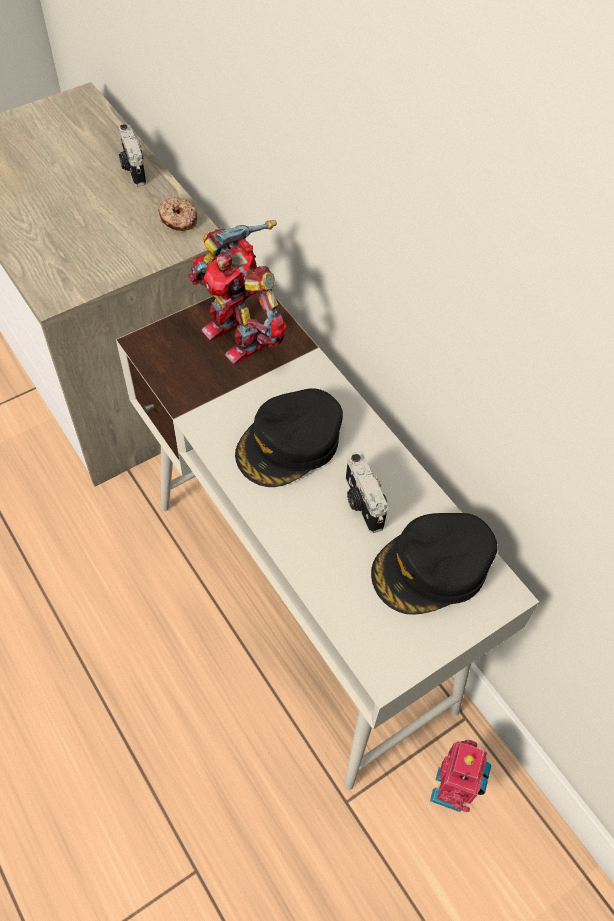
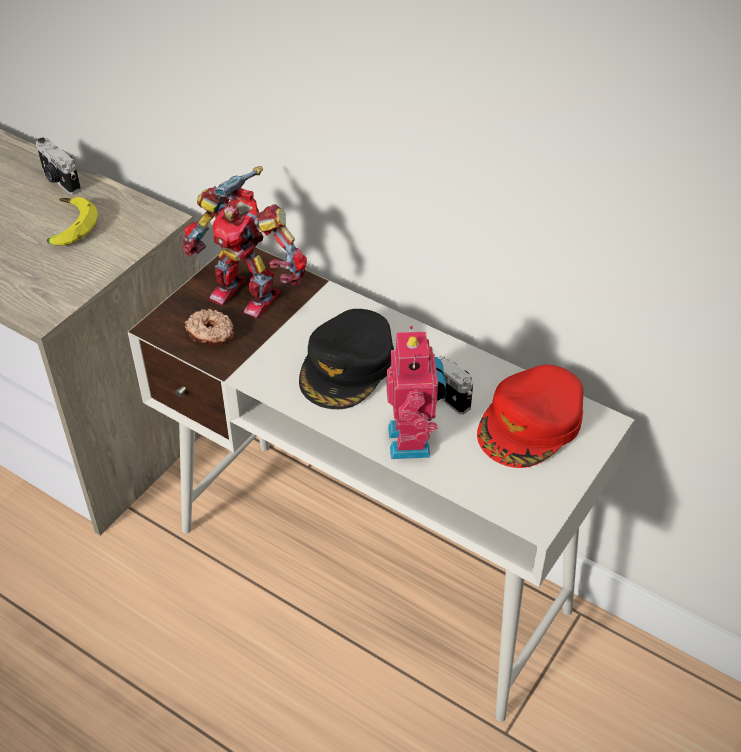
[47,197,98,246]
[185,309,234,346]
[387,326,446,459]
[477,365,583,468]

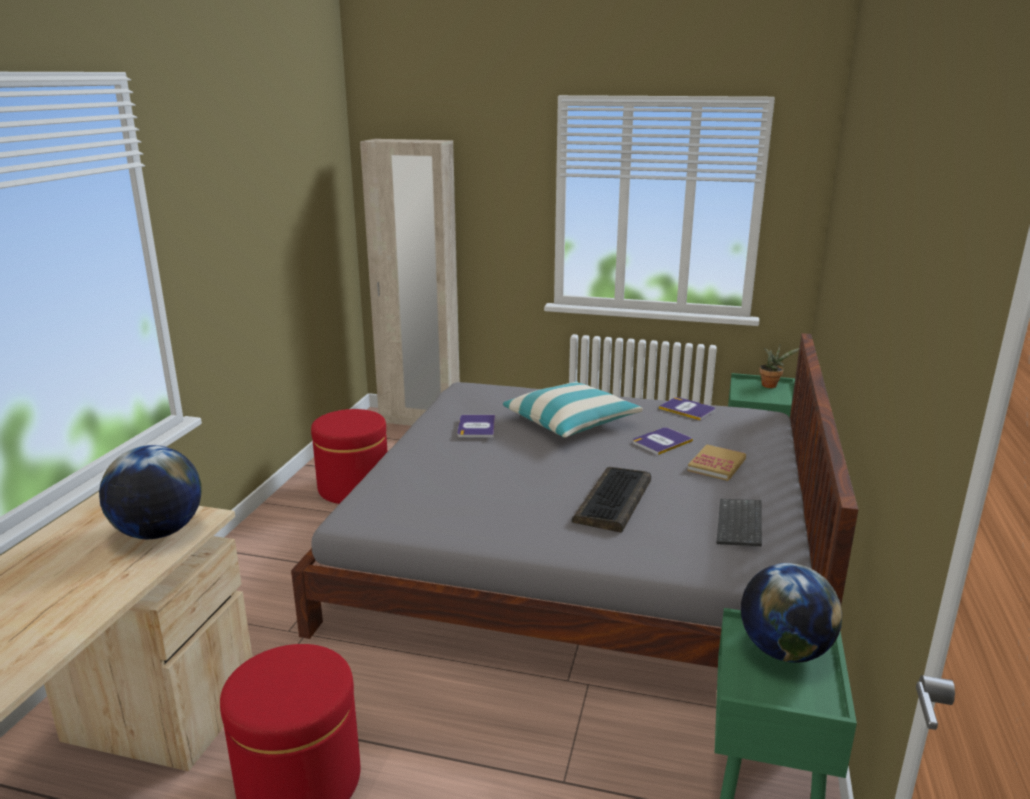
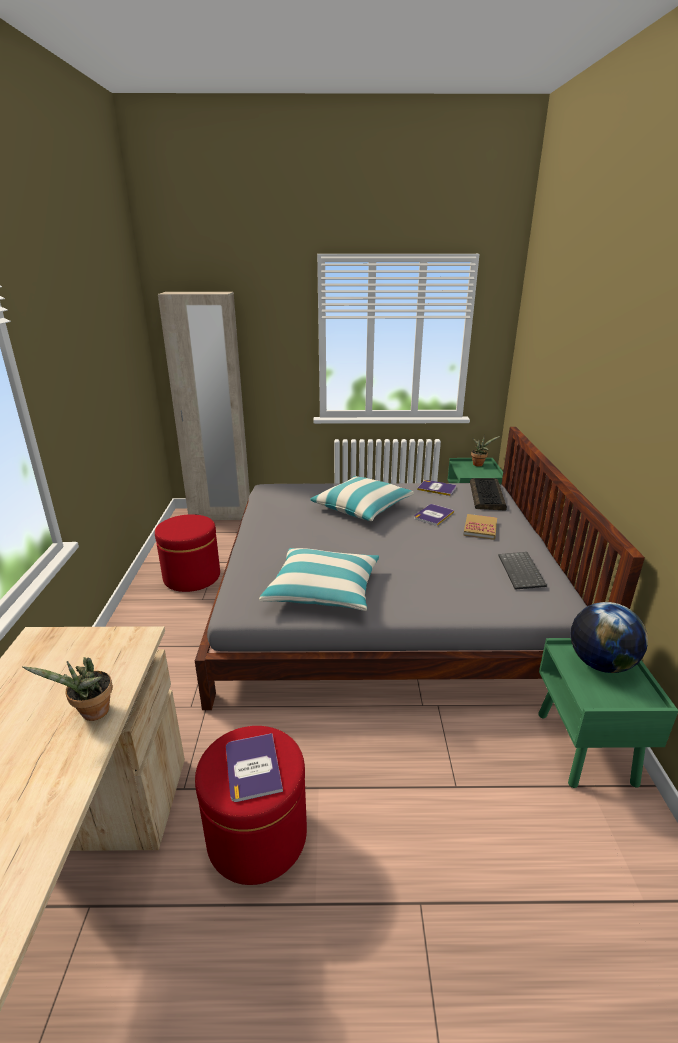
[99,445,202,539] (first image)
[22,657,113,721]
[259,548,379,611]
[226,733,283,802]
[470,478,507,511]

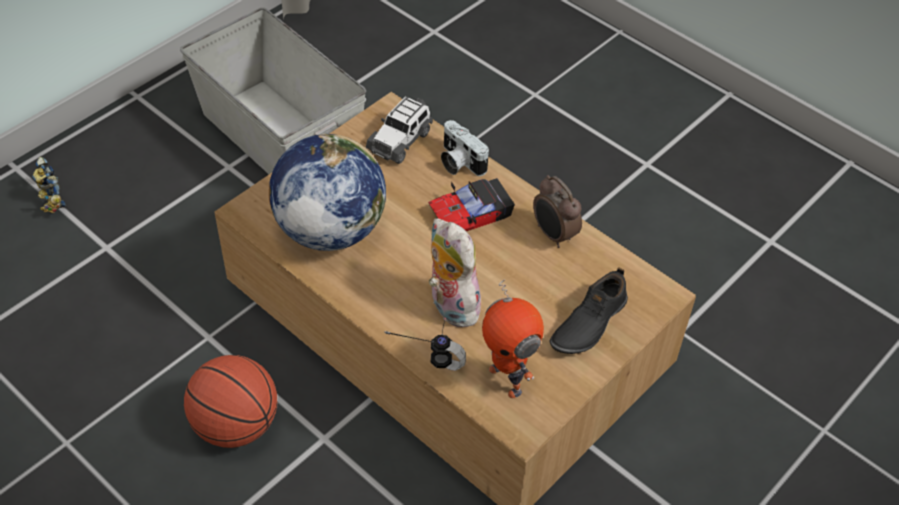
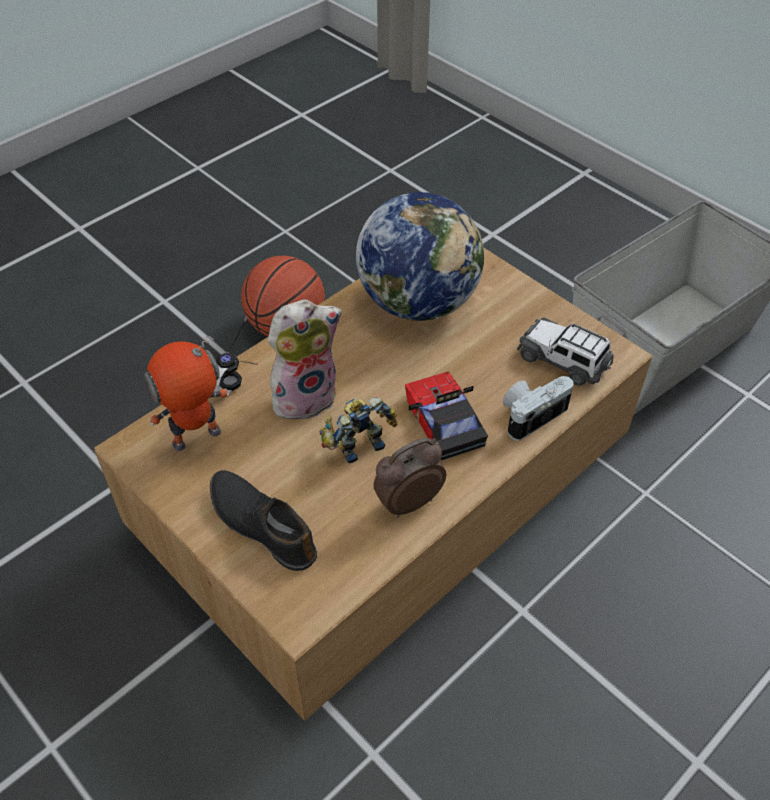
[319,397,397,463]

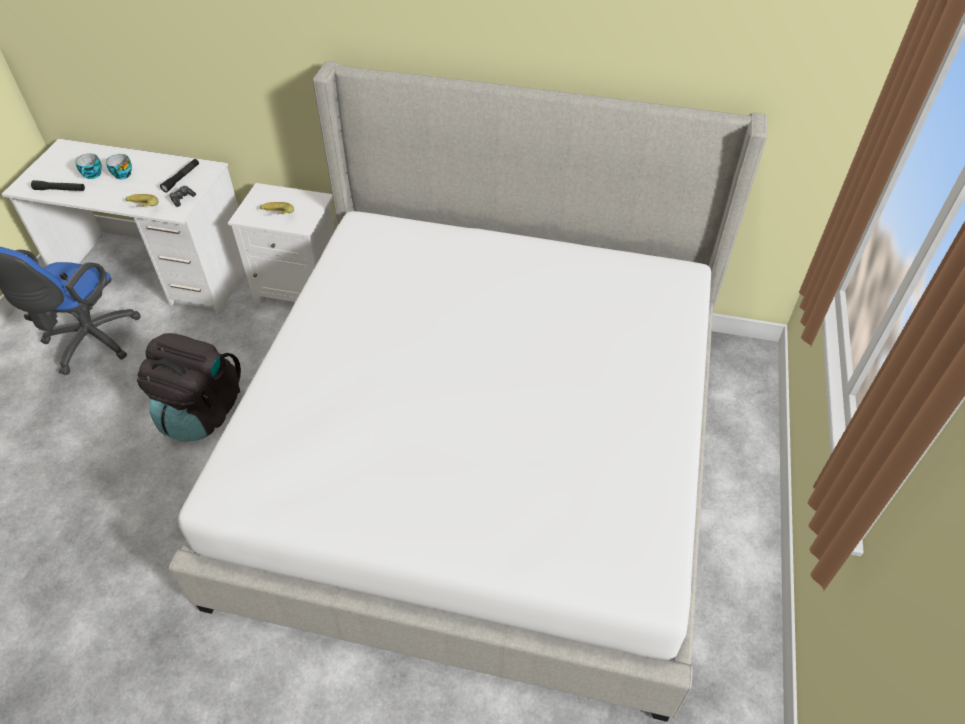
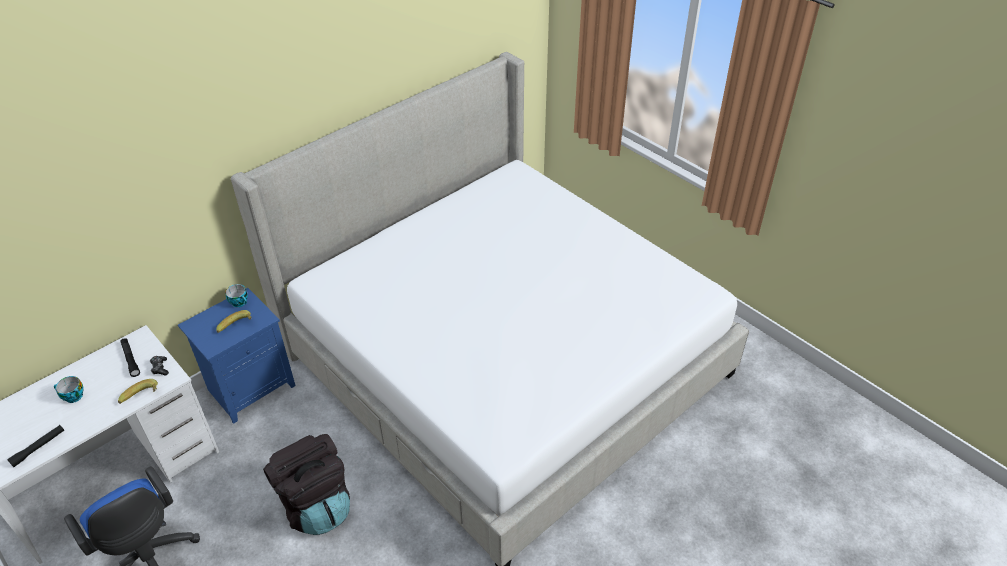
[225,284,248,307]
[178,288,296,424]

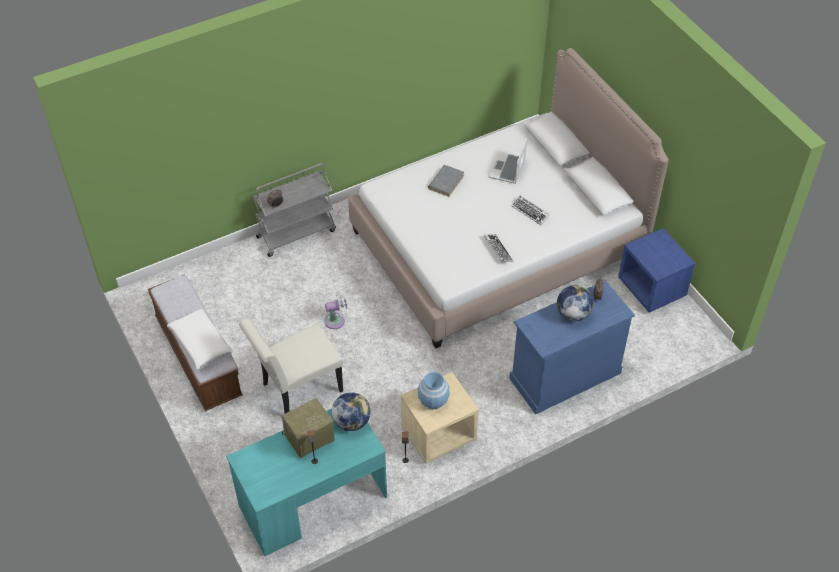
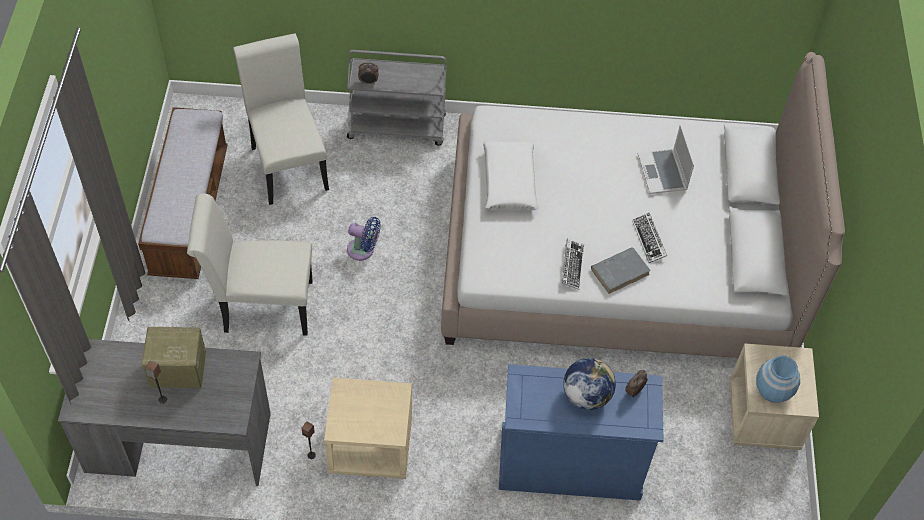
[332,392,371,431] (first image)
[233,34,329,205]
[483,141,538,210]
[756,355,800,403]
[591,247,651,294]
[58,339,271,486]
[347,217,381,261]
[730,344,819,450]
[638,124,694,194]

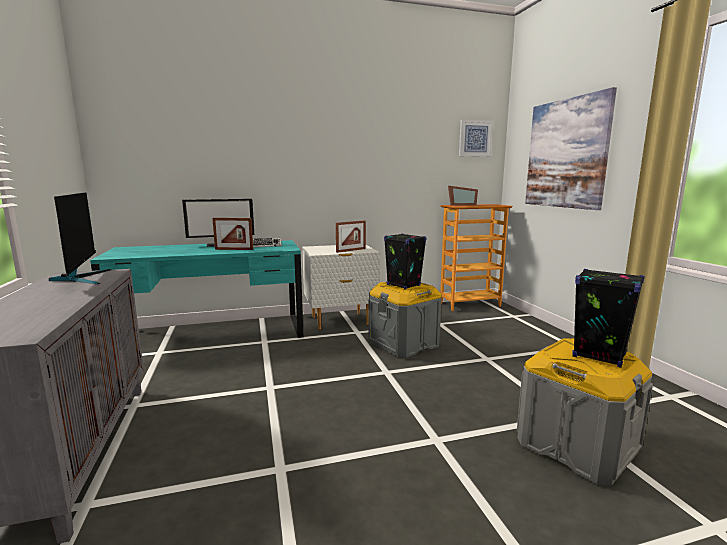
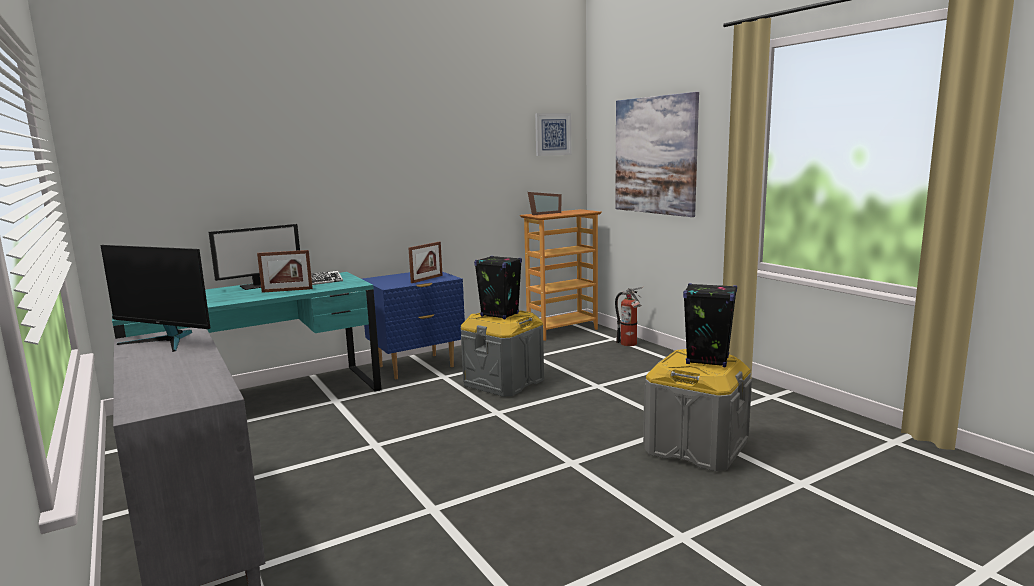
[615,287,643,346]
[363,272,465,379]
[101,245,210,352]

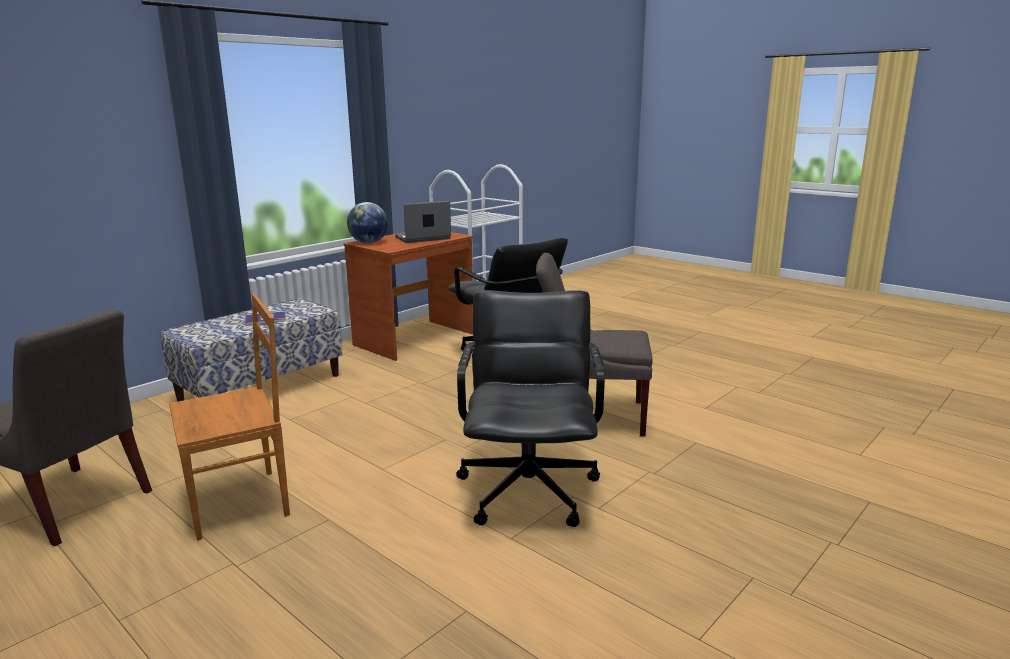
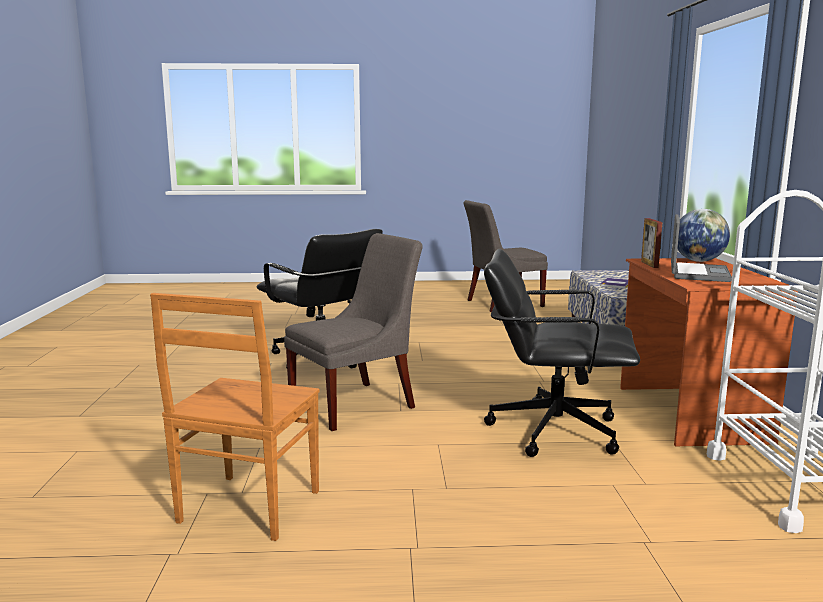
[641,218,662,268]
[150,293,320,541]

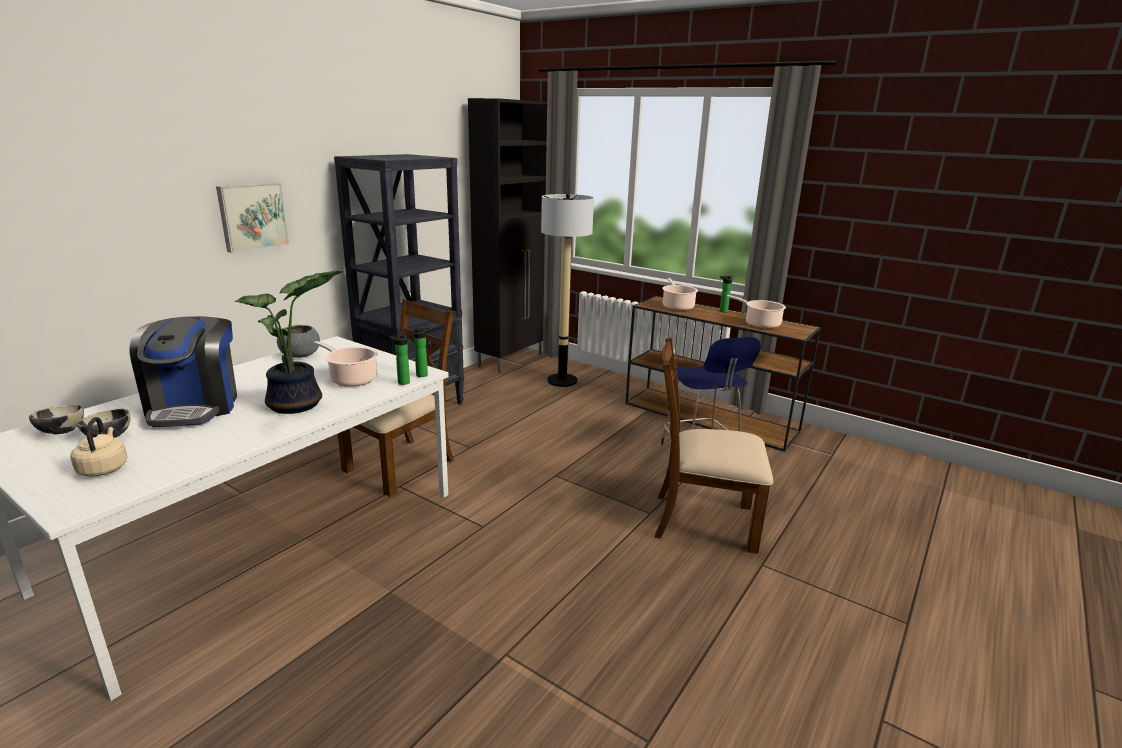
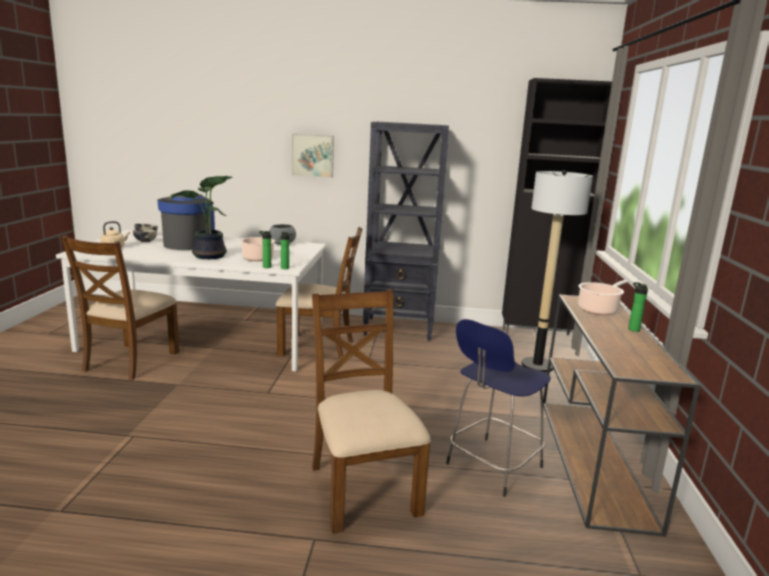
[726,295,786,329] (first image)
[61,236,179,380]
[157,194,215,250]

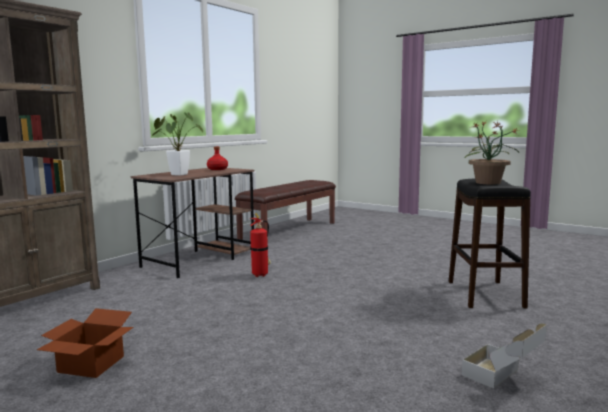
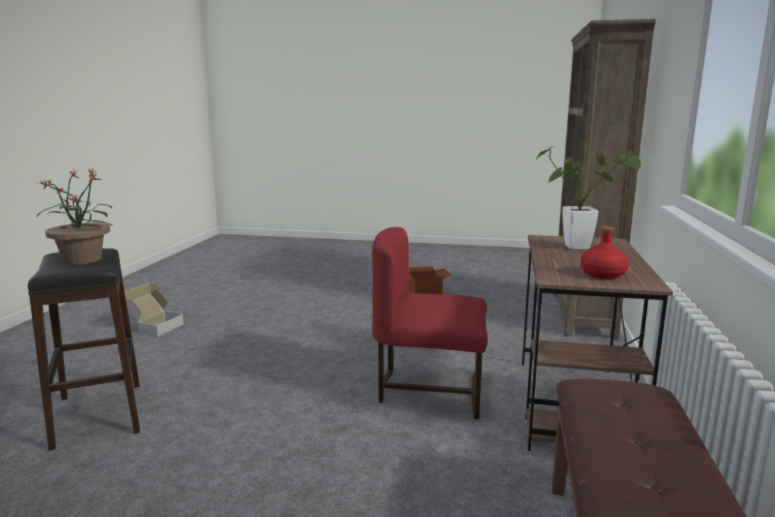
[372,227,487,419]

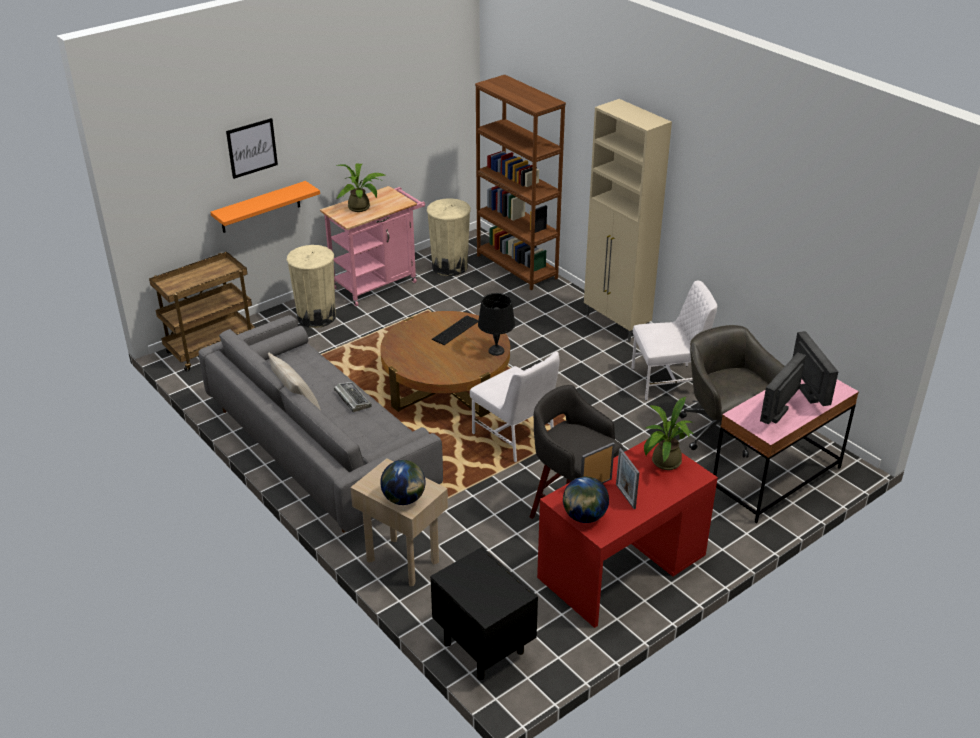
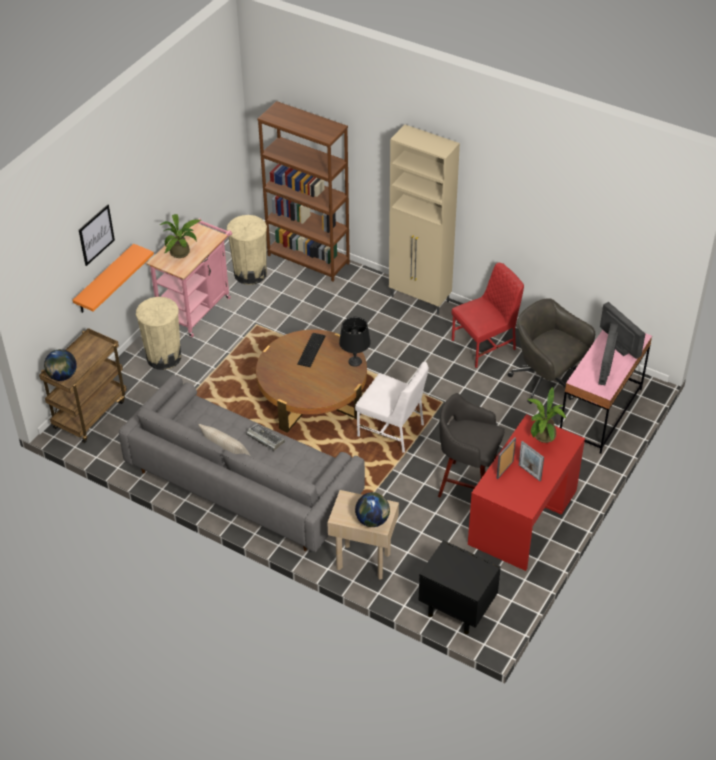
[44,349,77,381]
[452,263,524,368]

